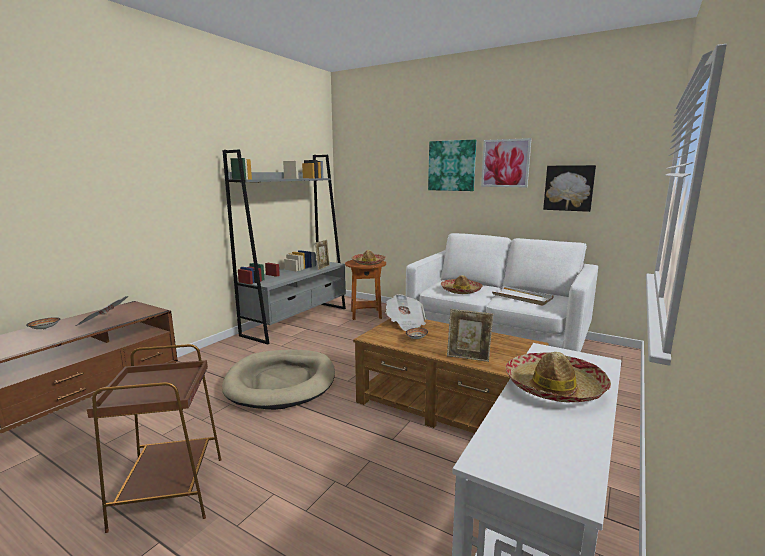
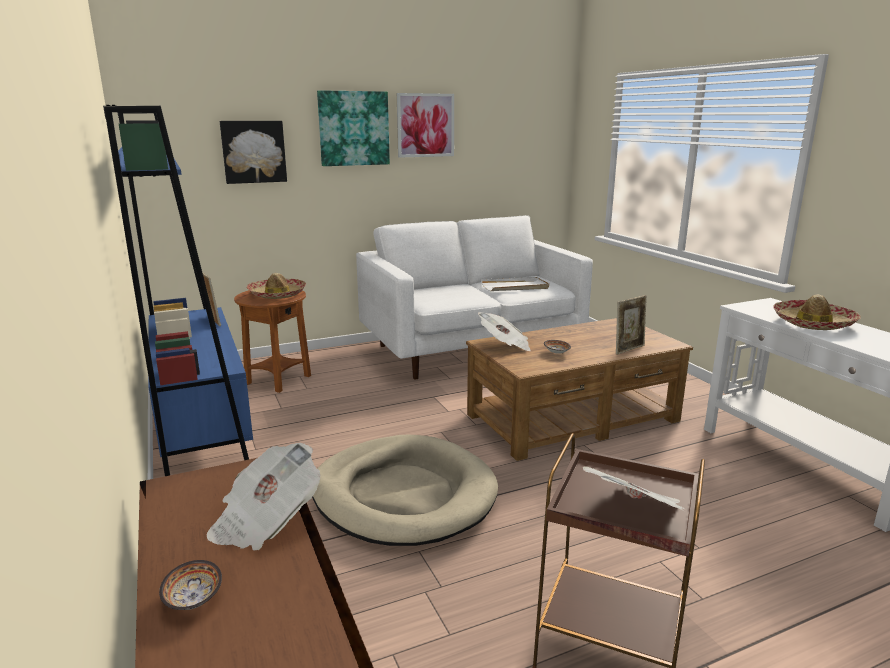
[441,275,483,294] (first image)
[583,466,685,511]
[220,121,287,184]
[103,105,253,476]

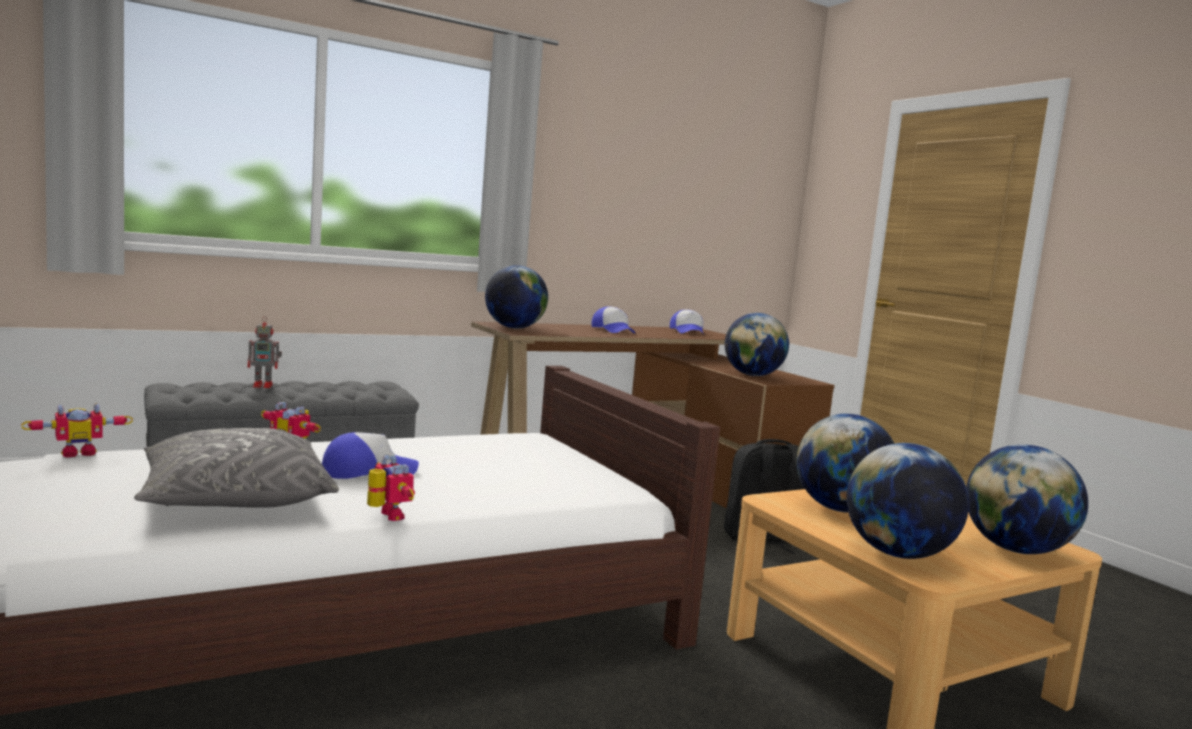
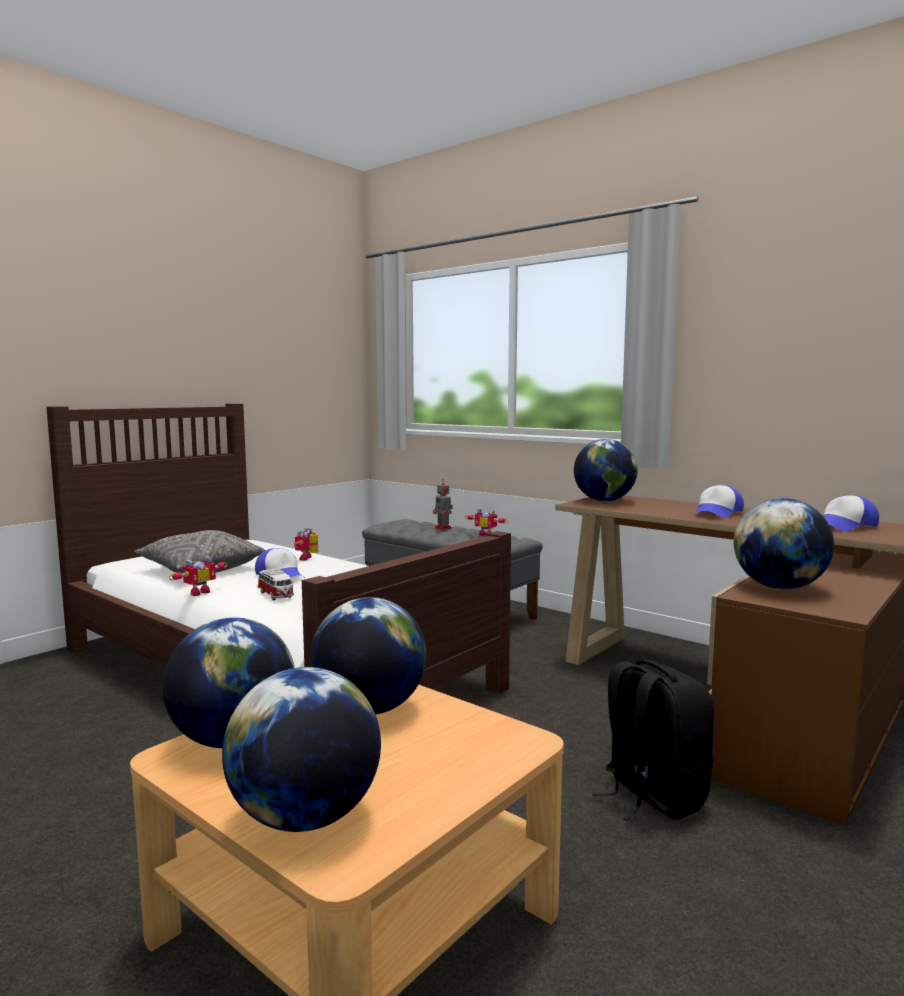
[258,569,294,600]
[465,509,508,536]

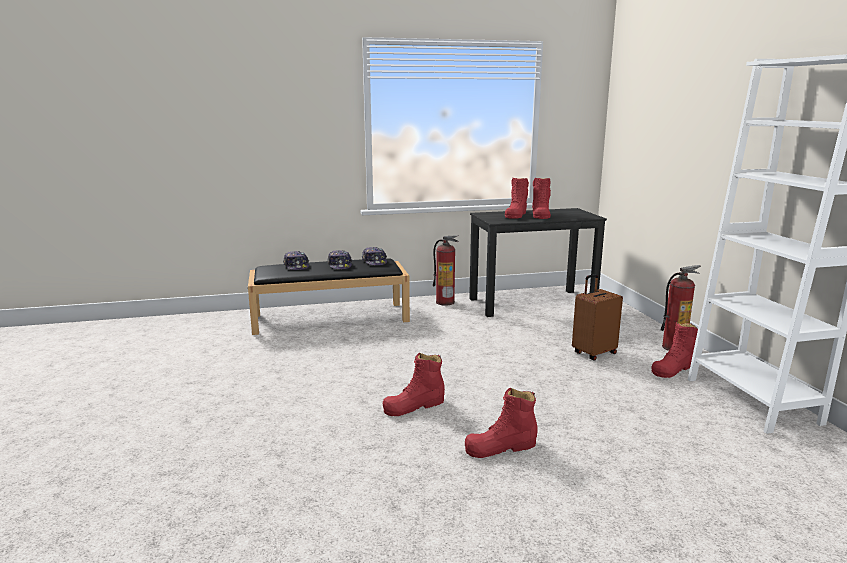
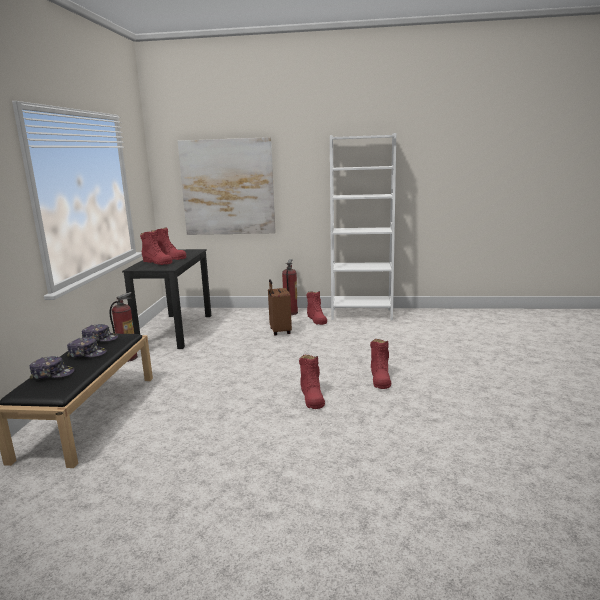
[178,137,276,235]

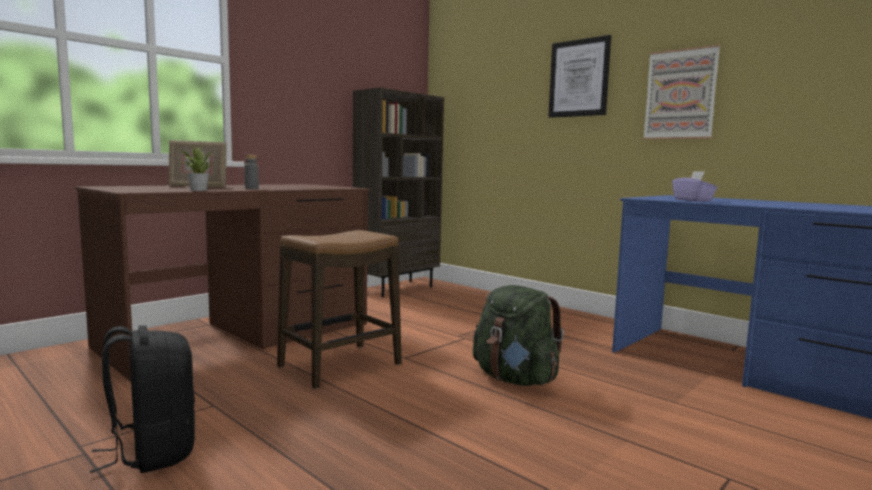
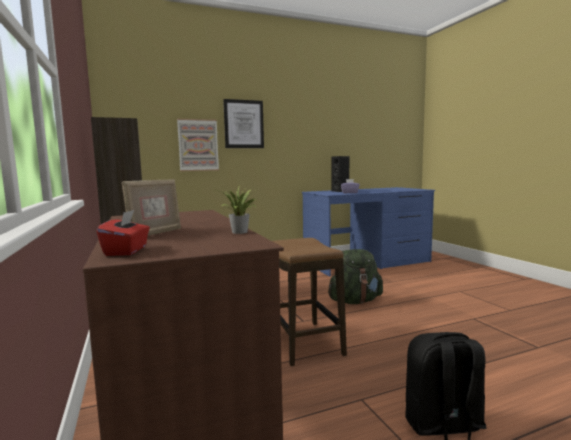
[245,155,259,189] (first image)
[97,210,150,256]
[331,156,350,192]
[177,119,219,171]

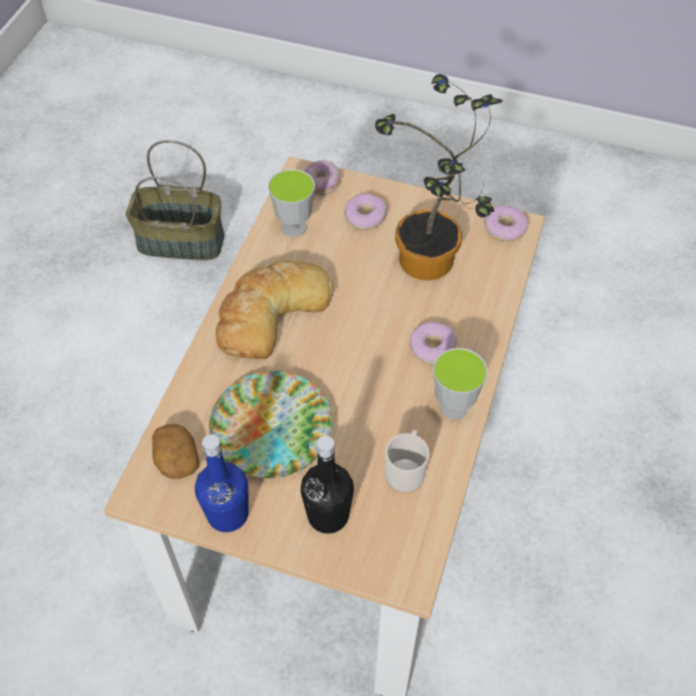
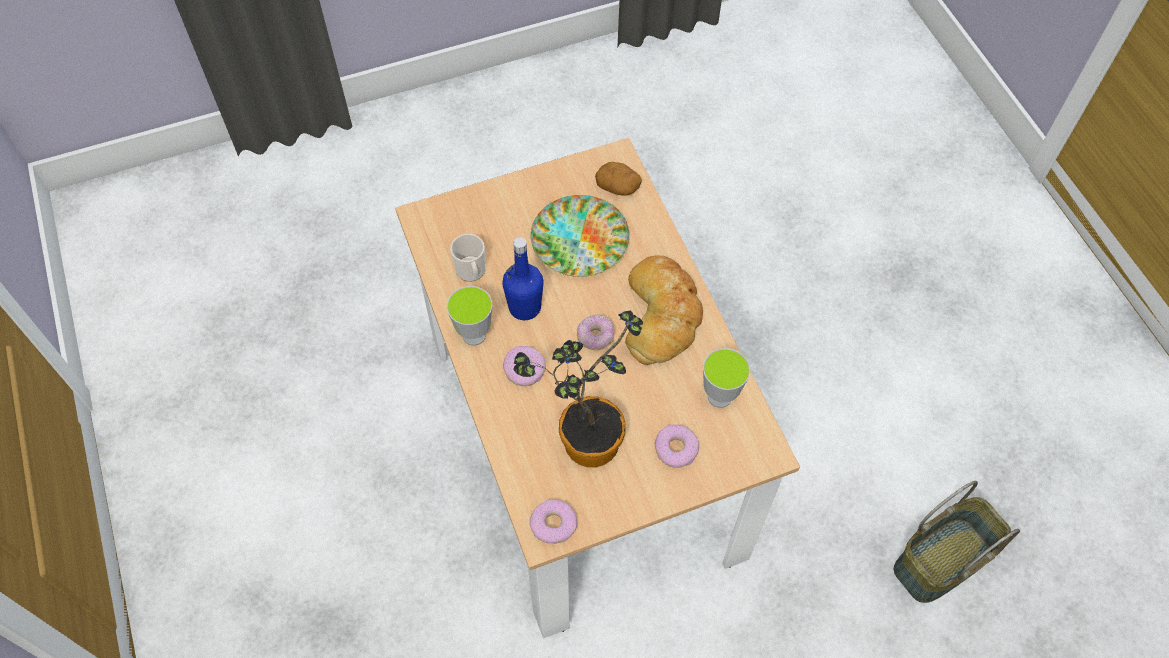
[301,436,354,534] (first image)
[502,237,544,320]
[577,314,614,350]

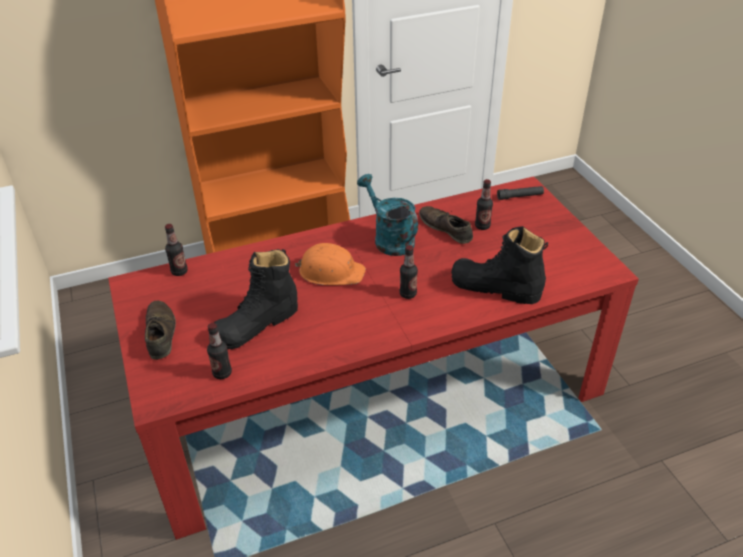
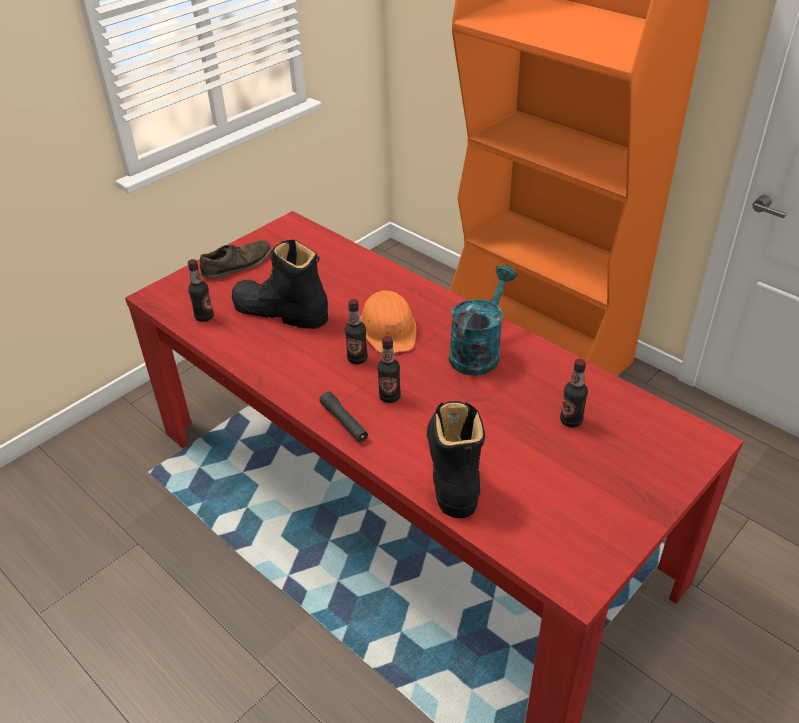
[419,206,473,244] (first image)
[345,299,368,364]
[319,391,368,442]

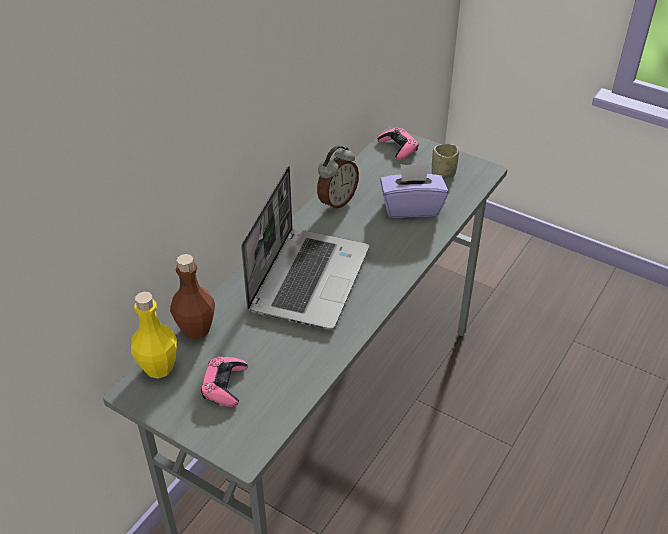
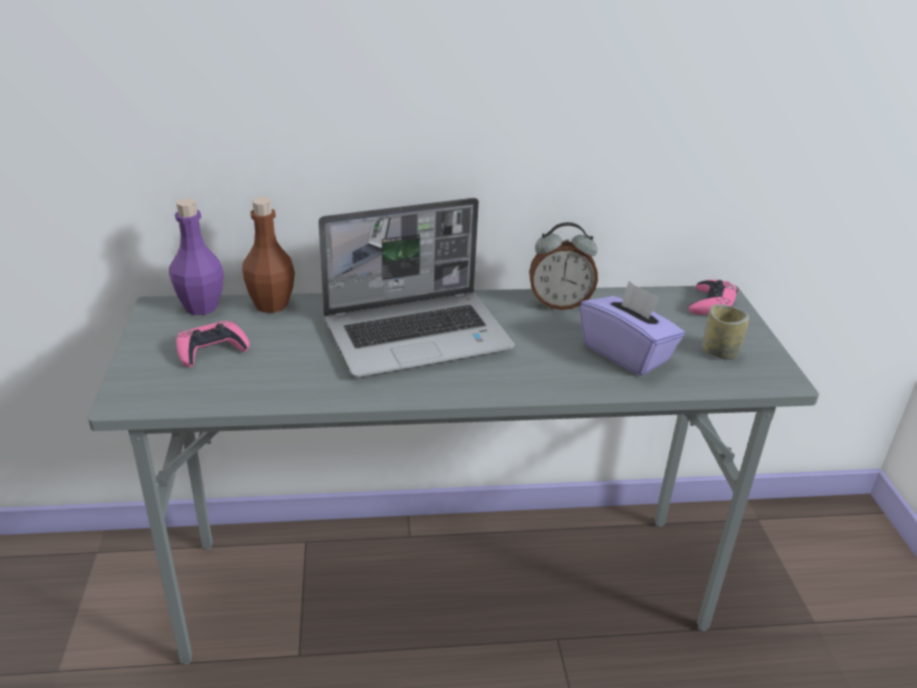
[169,198,224,315]

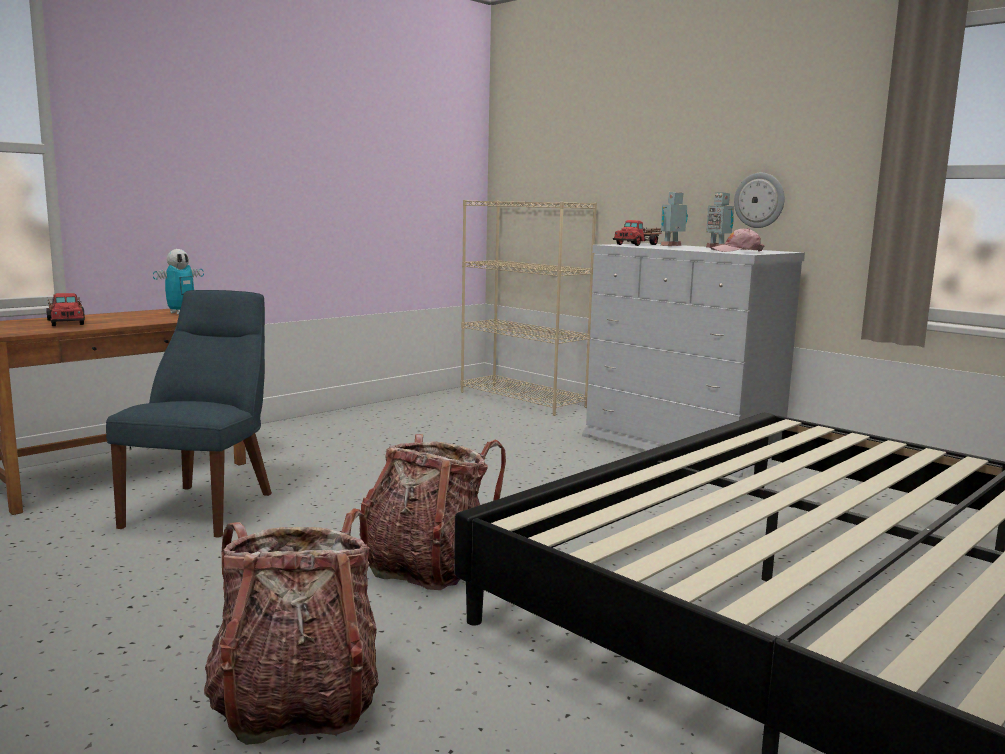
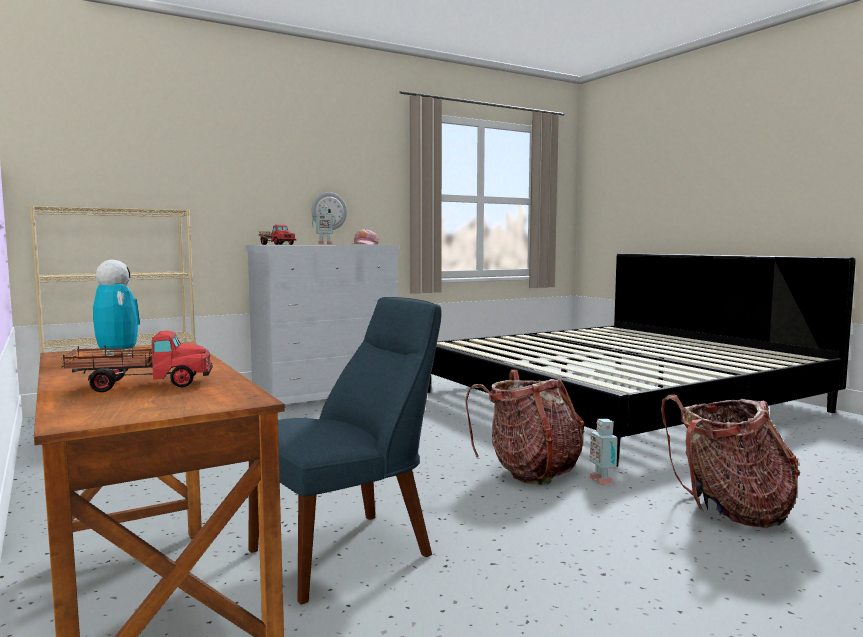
[590,419,618,485]
[249,297,441,604]

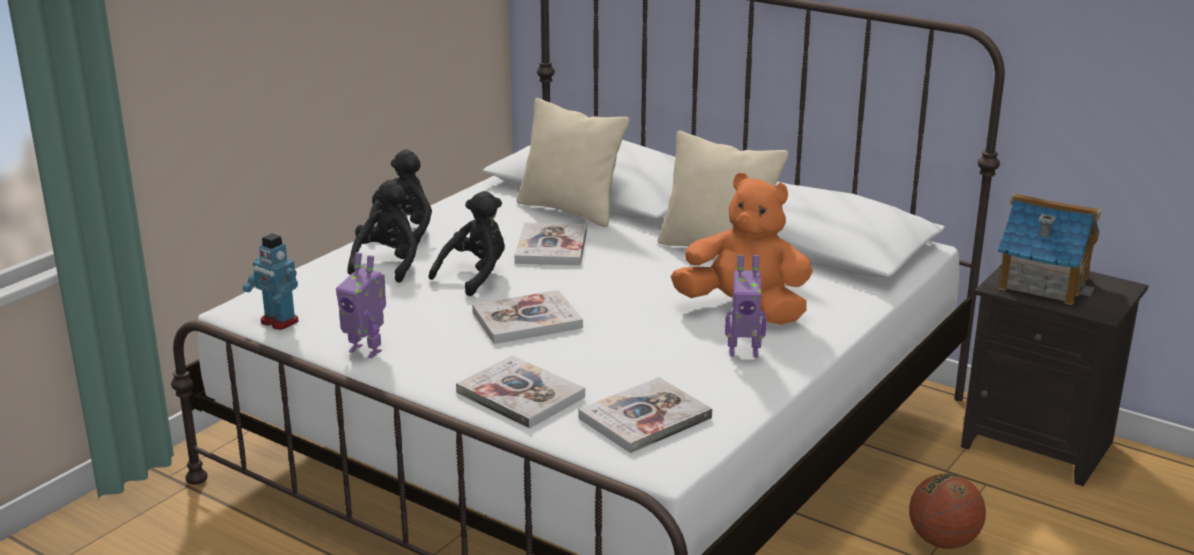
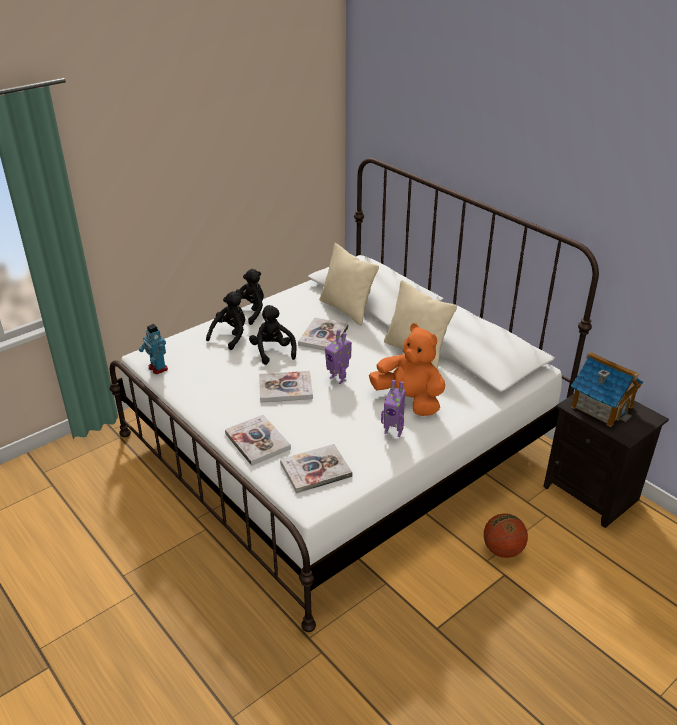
[325,330,352,384]
[249,305,297,365]

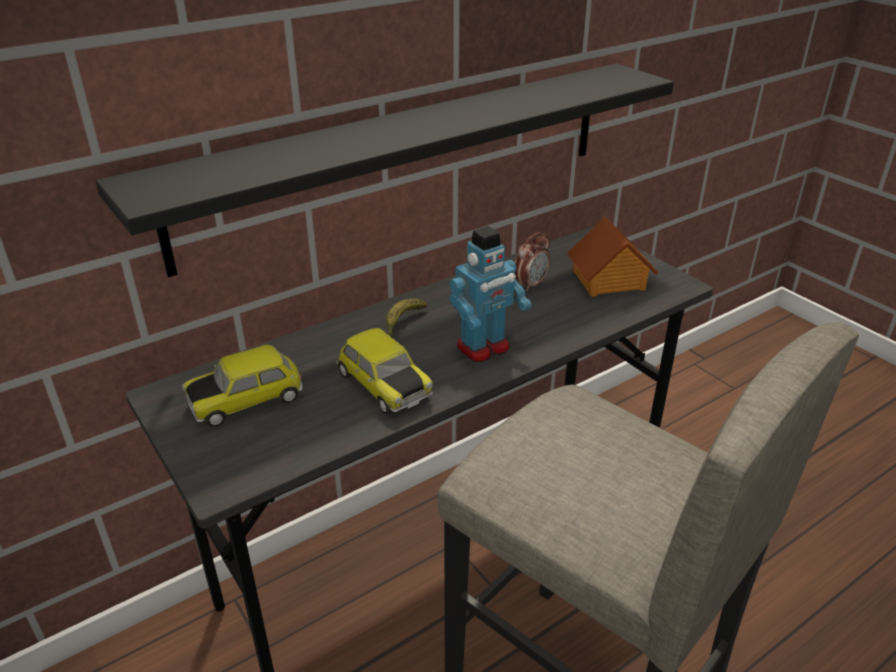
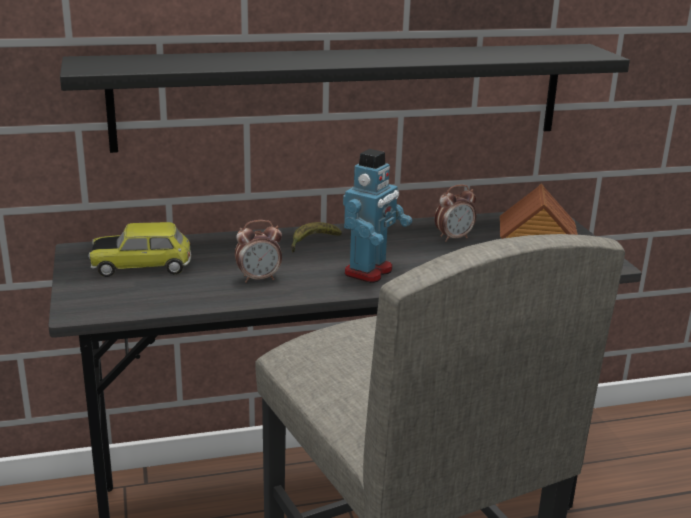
[235,220,282,283]
[343,149,412,283]

